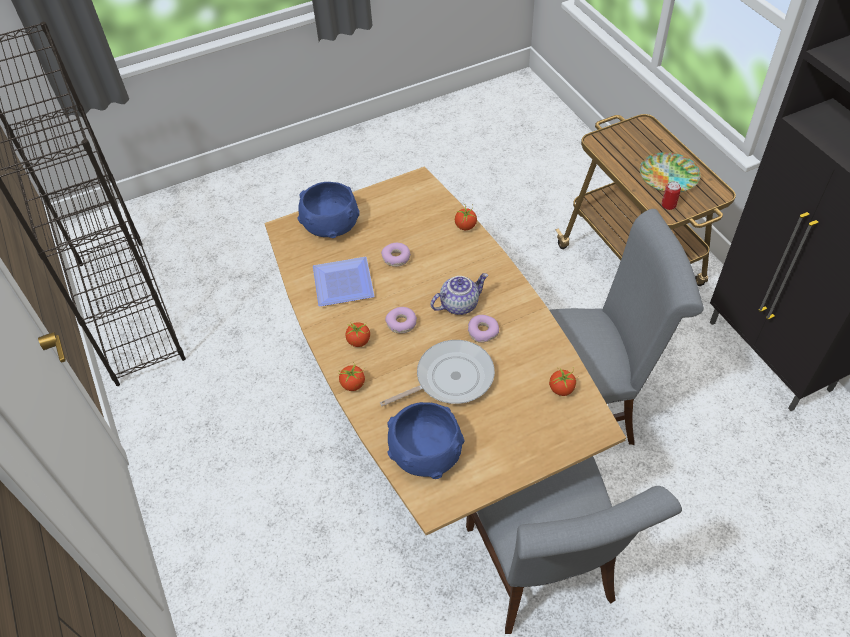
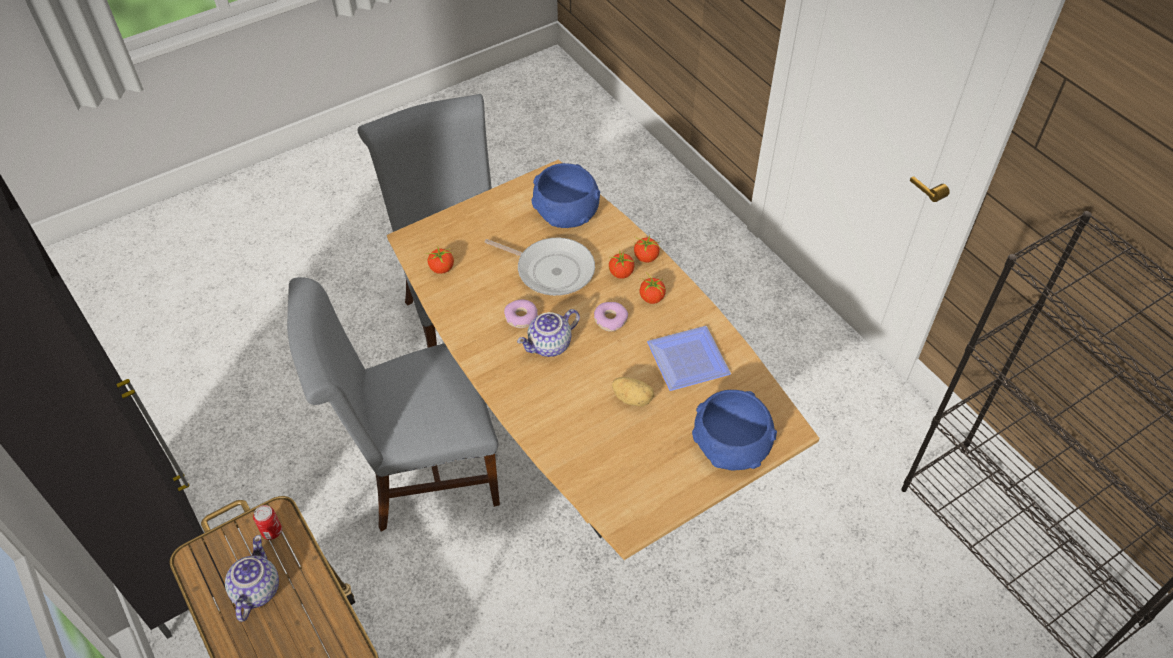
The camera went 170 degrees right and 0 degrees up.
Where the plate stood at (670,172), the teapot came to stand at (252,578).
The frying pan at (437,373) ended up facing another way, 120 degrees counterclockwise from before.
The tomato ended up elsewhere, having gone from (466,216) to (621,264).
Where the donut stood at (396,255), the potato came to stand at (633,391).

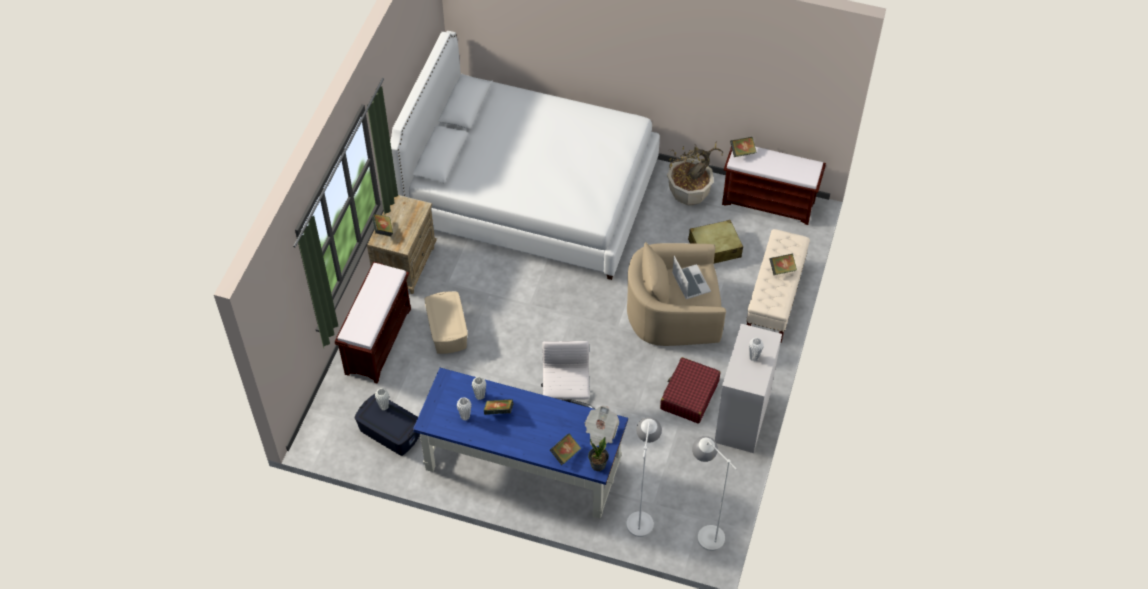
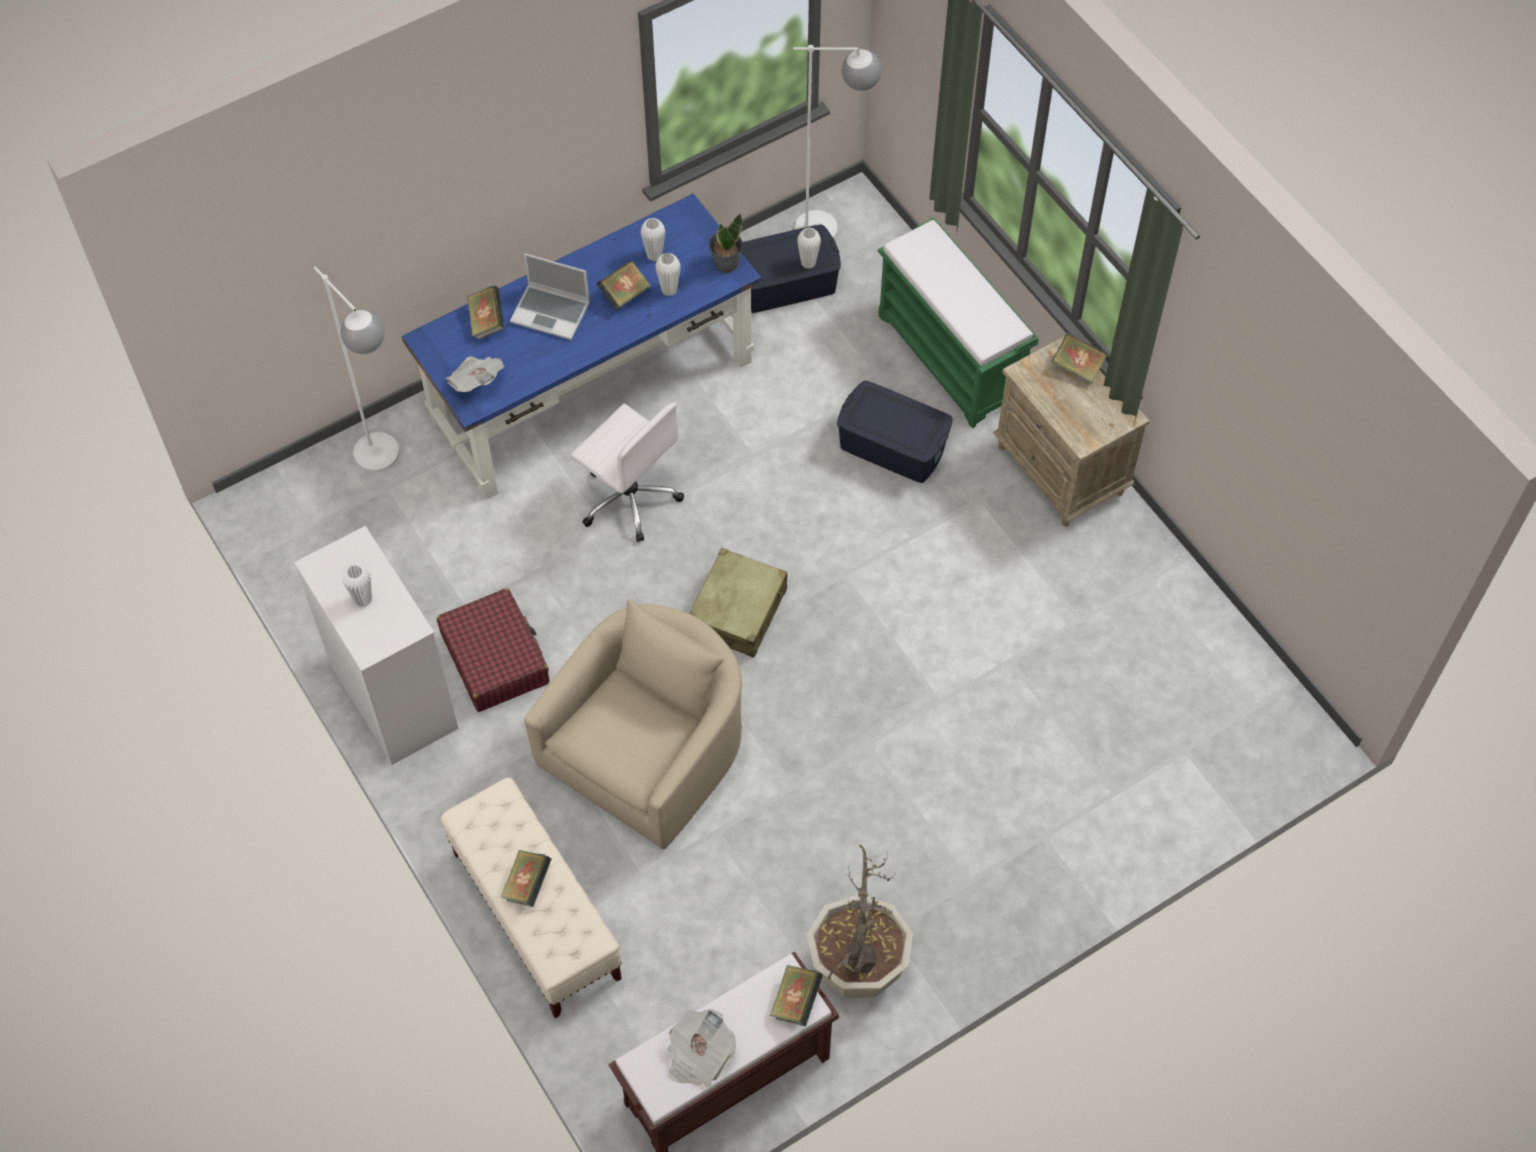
The camera went 130 degrees right and 5 degrees up.
The laptop ended up elsewhere, having gone from (691,277) to (550,296).
The second view gained the newspaper at (701,1048).
The beige suitcase ended up elsewhere, having gone from (715,241) to (738,602).
The potted plant ended up elsewhere, having gone from (598,454) to (726,243).
The white floor lamp ended up elsewhere, having gone from (714,493) to (837,142).
What was the beige storage box at (446,322) turned into the blue storage box at (894,432).
What was the brown bench at (373,322) turned into the green bench at (958,323).
The second view lost the white bed at (525,155).

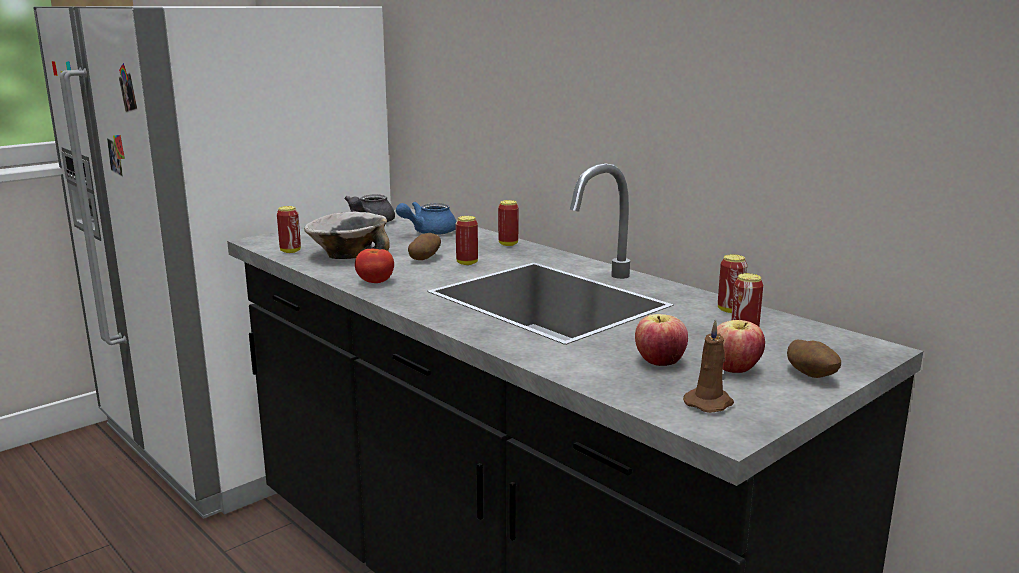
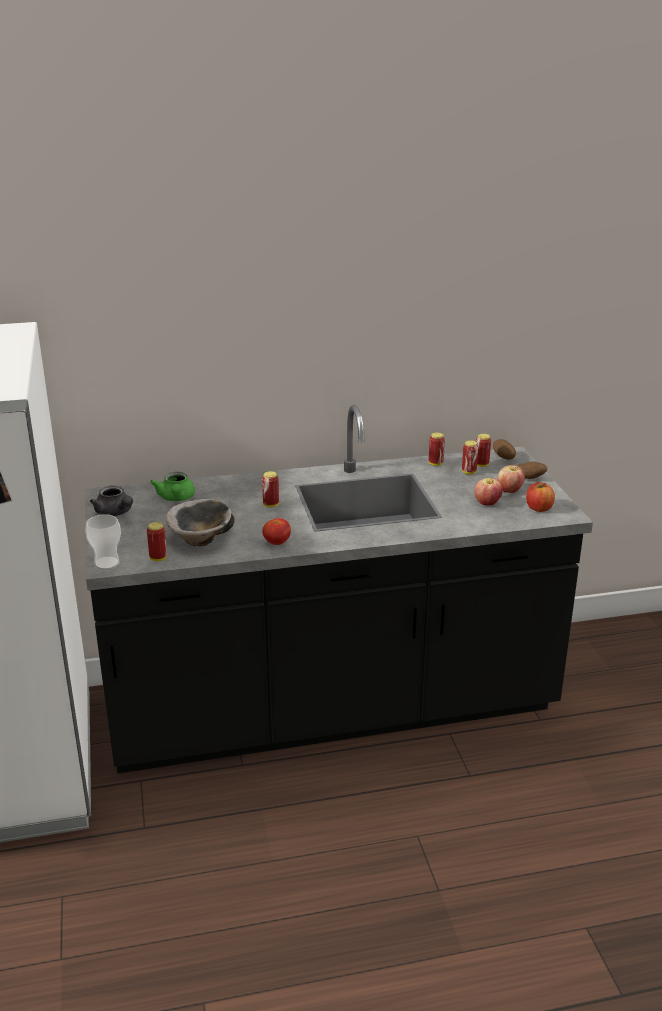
The camera went 60 degrees left and 10 degrees up.
The second view gained the cup at (103,542).
What was the blue teapot at (426,218) turned into the green teapot at (172,486).
The can ended up elsewhere, having gone from (508,223) to (483,450).
The potato ended up elsewhere, having gone from (424,246) to (504,449).
Where the brown candle stood at (708,366), the apple came to stand at (540,497).

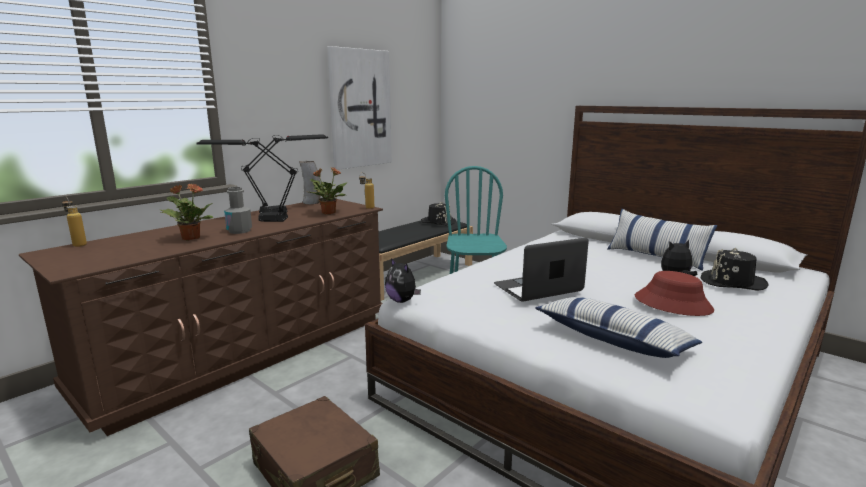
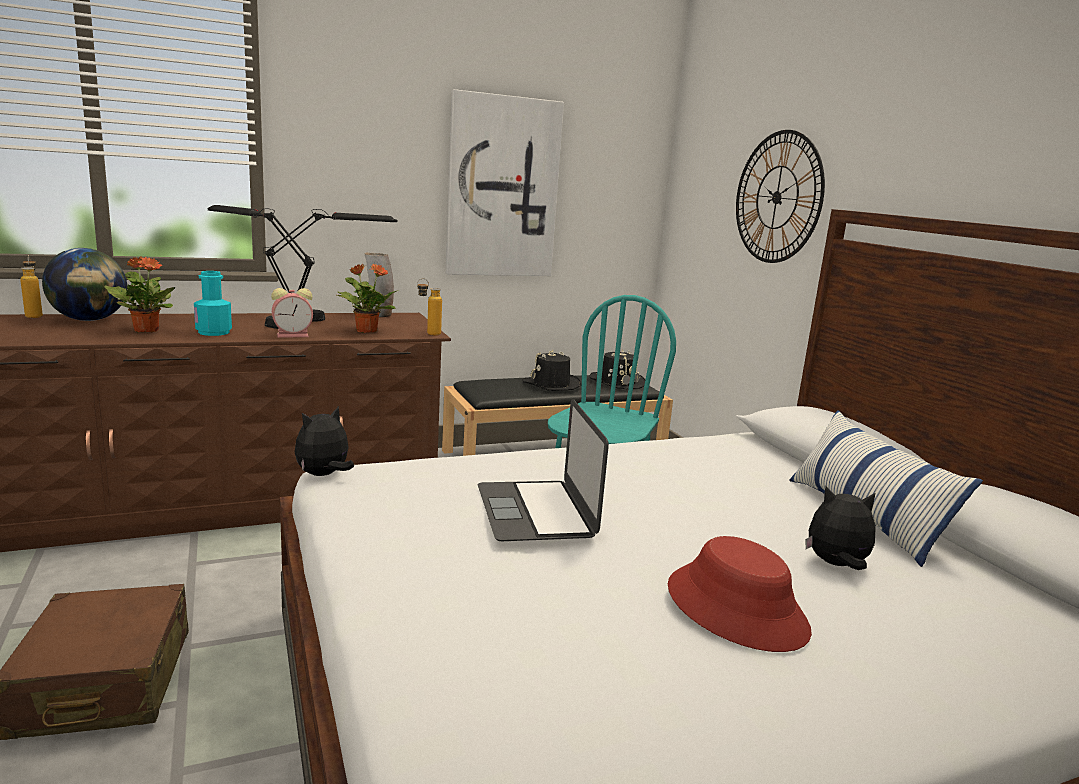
The camera went 25 degrees right and 0 degrees up.
The second view gained the globe at (84,284).
What was the grey bottle at (238,210) turned into the turquoise bottle at (213,303).
The second view gained the alarm clock at (292,313).
The plush toy at (403,280) ended up facing another way, 60 degrees clockwise from before.
The laptop at (541,269) ended up facing another way, 105 degrees counterclockwise from before.
The black hat ended up elsewhere, having gone from (735,269) to (552,370).
The second view gained the wall clock at (780,196).
The second view lost the pillow at (618,327).

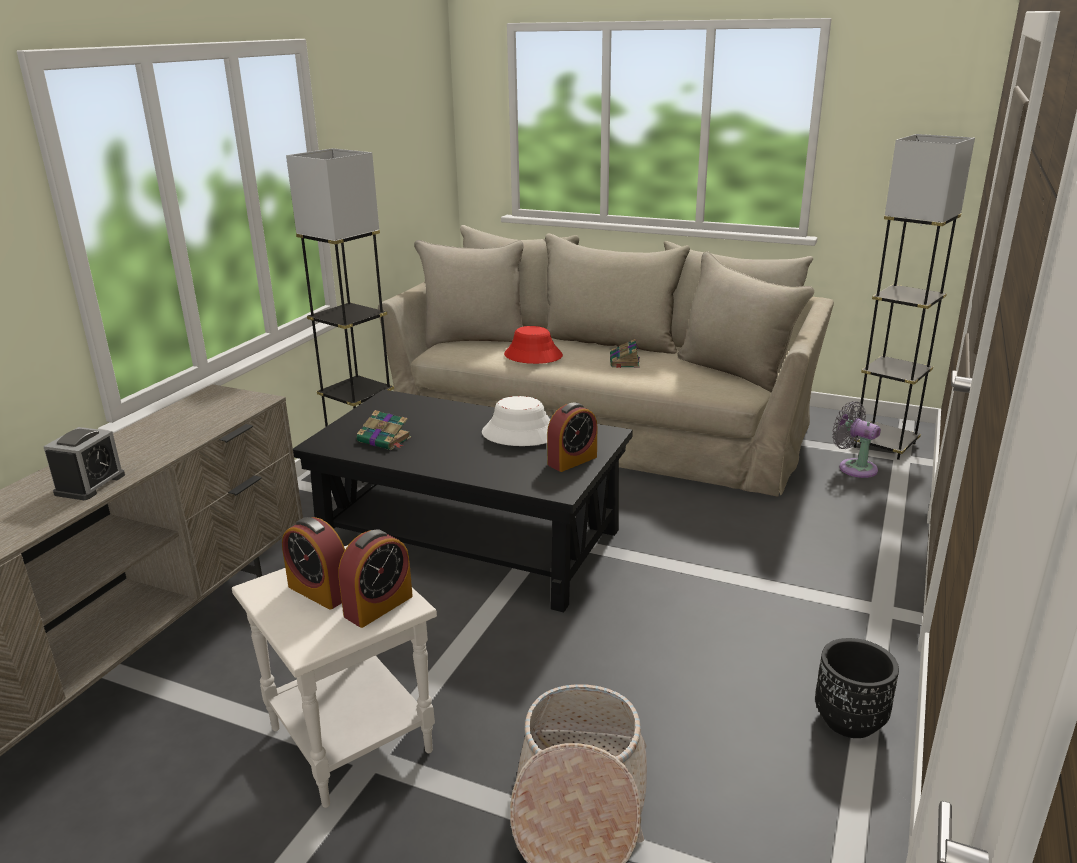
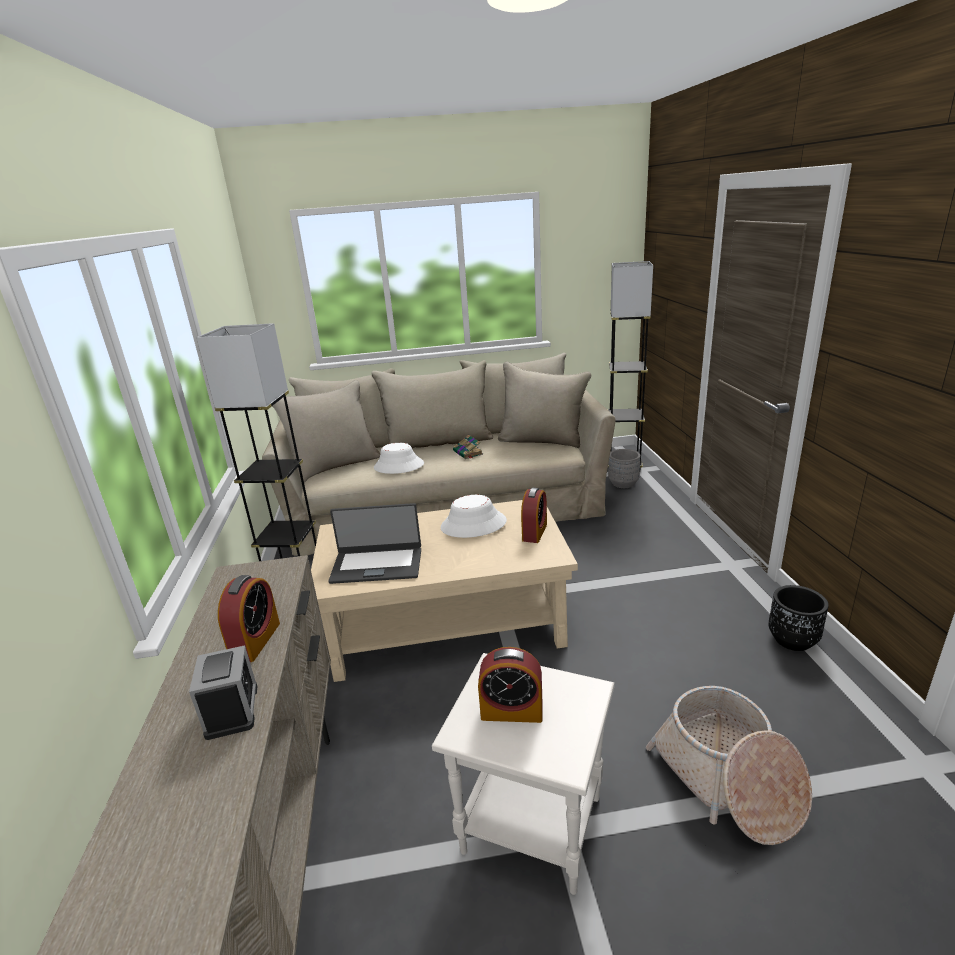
The camera went 30 degrees left and 0 degrees up.
The alarm clock ended up elsewhere, having gone from (375,578) to (249,618).
What was the black coffee table at (463,501) turned into the beige coffee table at (444,591).
Where the book stood at (384,430), the laptop came to stand at (374,543).
What was the red hat at (533,345) turned into the white hat at (399,458).
Where the grey fan stood at (856,439), the grey planter came to stand at (624,468).

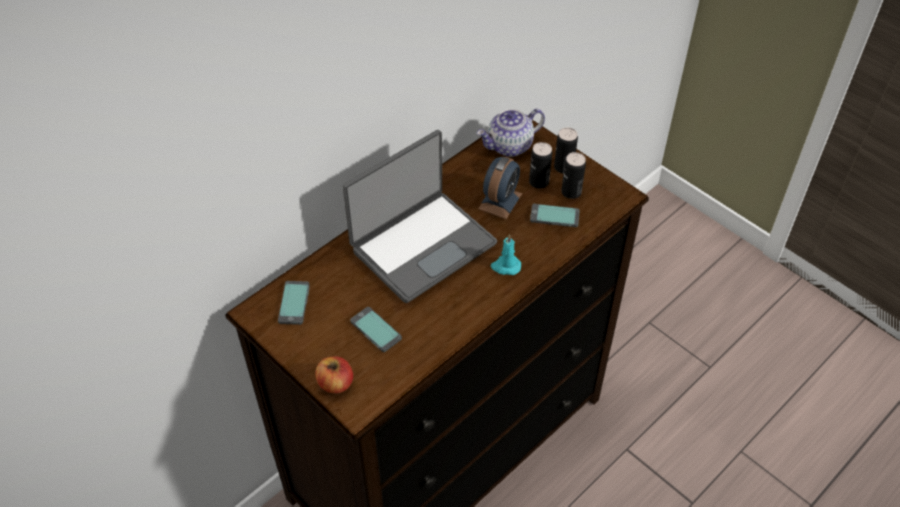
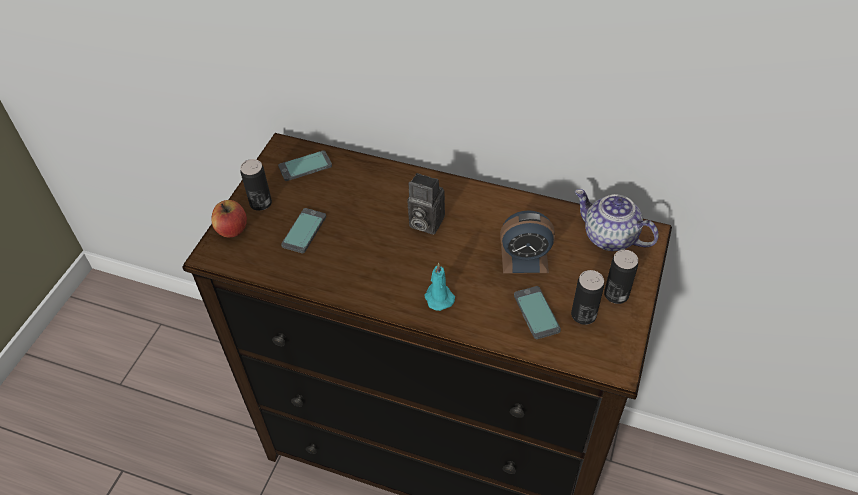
The camera went 65 degrees right and 0 degrees up.
The can ended up elsewhere, having gone from (540,165) to (256,185).
Where the laptop stood at (420,216), the photo camera came to stand at (426,204).

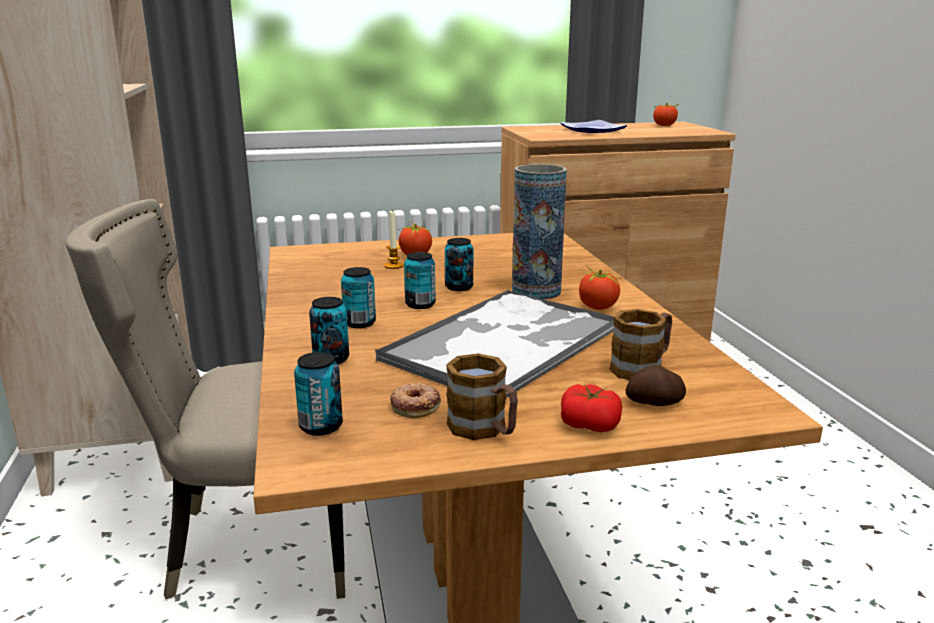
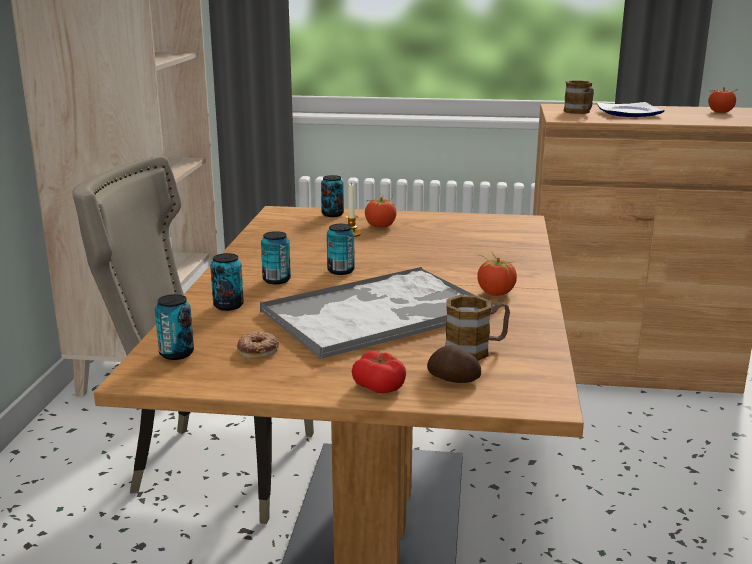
The camera went 20 degrees right and 0 degrees up.
The can ended up elsewhere, having gone from (459,264) to (332,196).
The mug ended up elsewhere, having gone from (482,396) to (579,97).
The second view lost the vase at (539,231).

